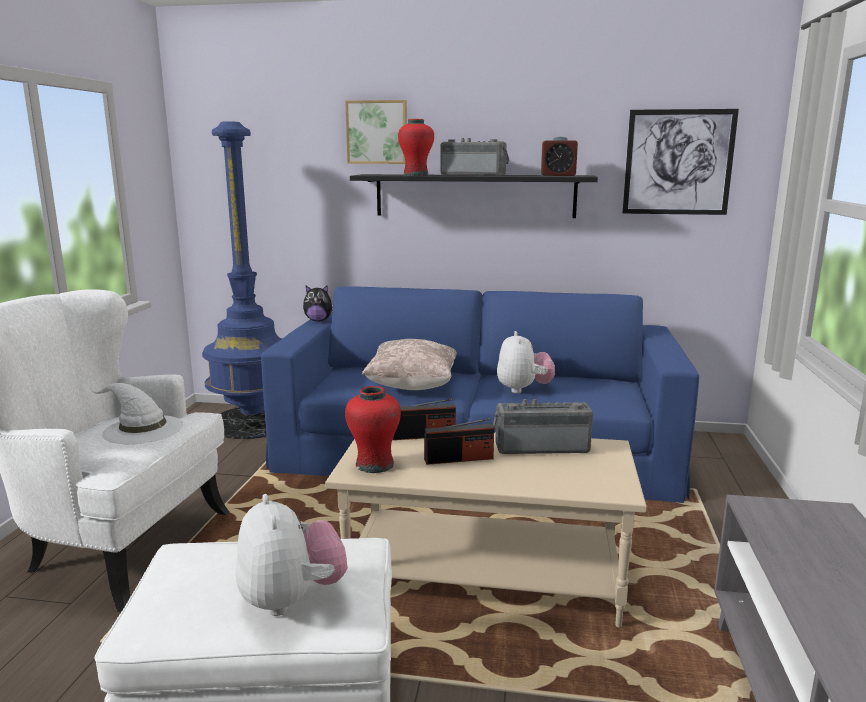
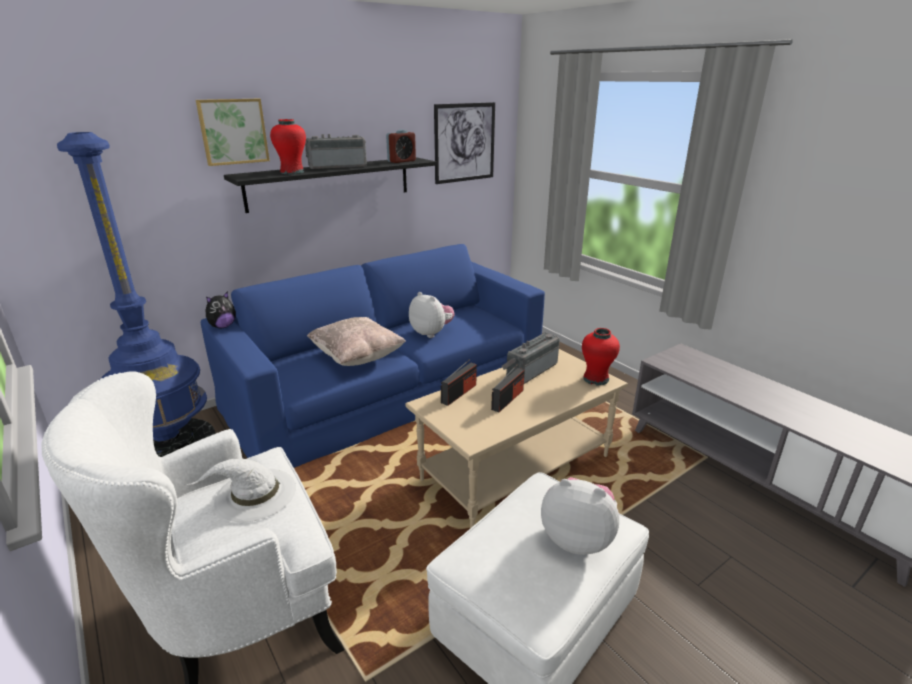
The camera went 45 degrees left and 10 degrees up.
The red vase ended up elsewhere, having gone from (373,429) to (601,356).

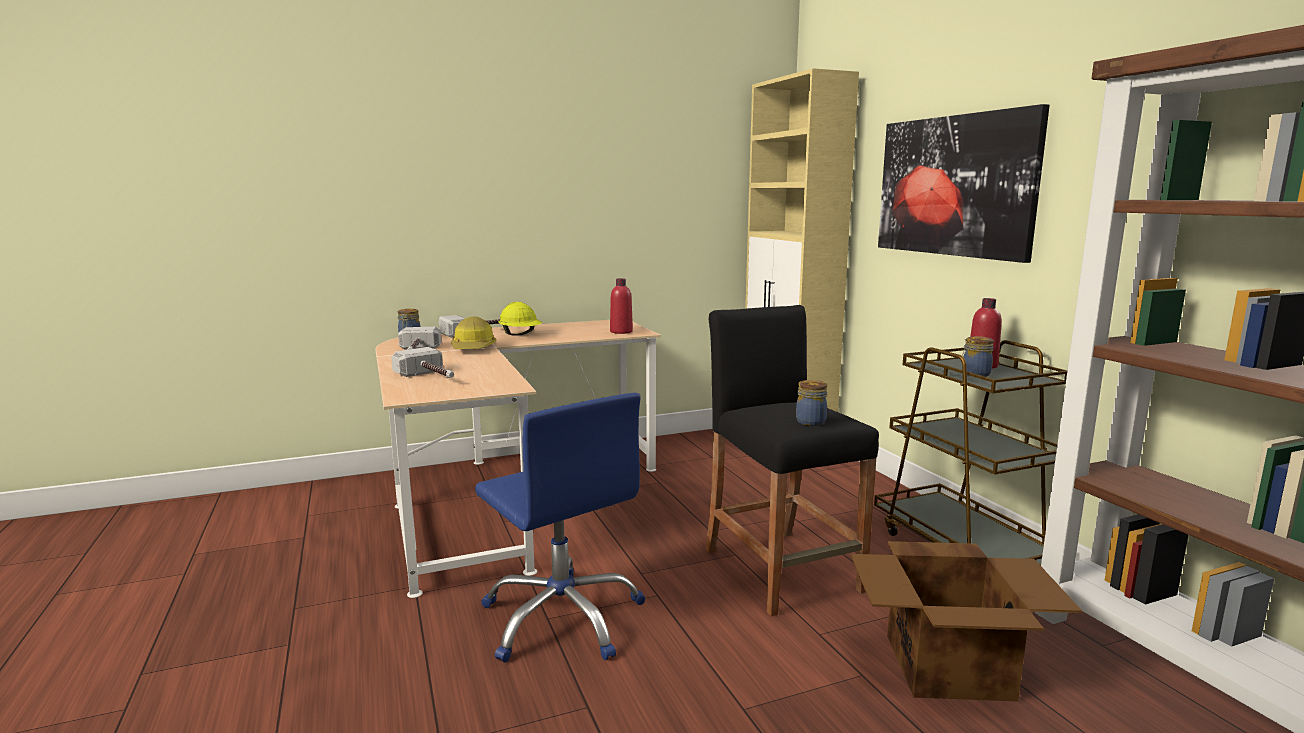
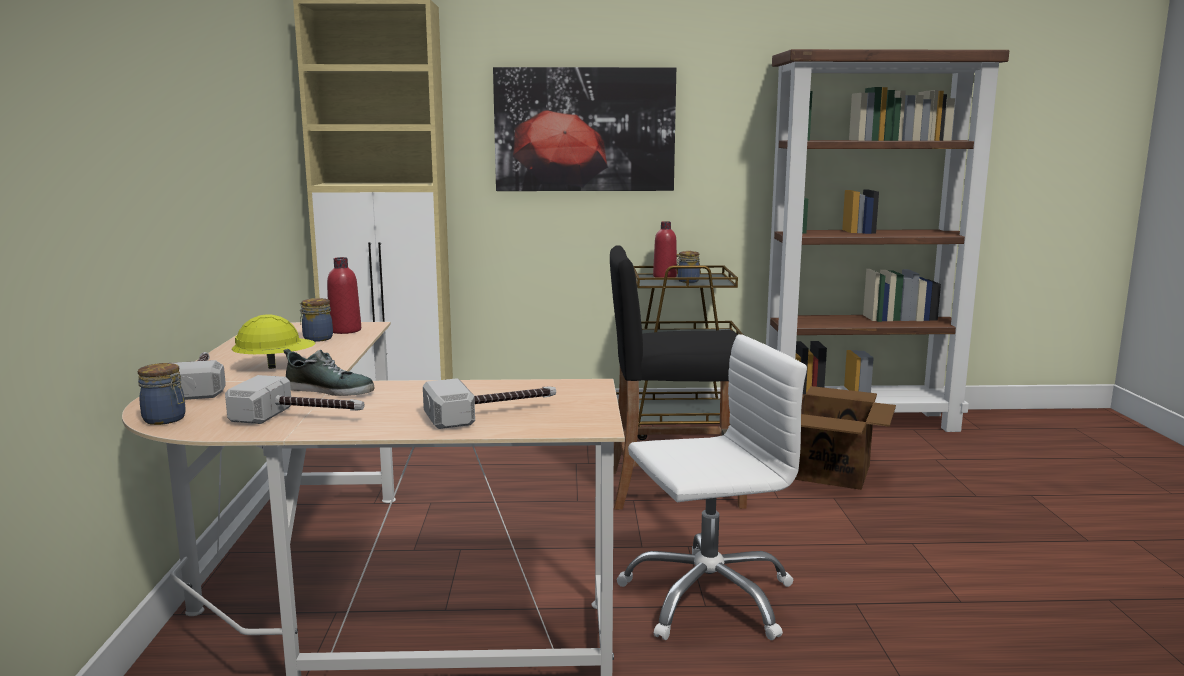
The camera went 70 degrees left and 0 degrees up.
Where the hard hat stood at (473,332), the shoe came to stand at (329,372).
The jar ended up elsewhere, having gone from (811,403) to (316,320).
What was the blue office chair at (560,528) turned into the white office chair at (712,487).

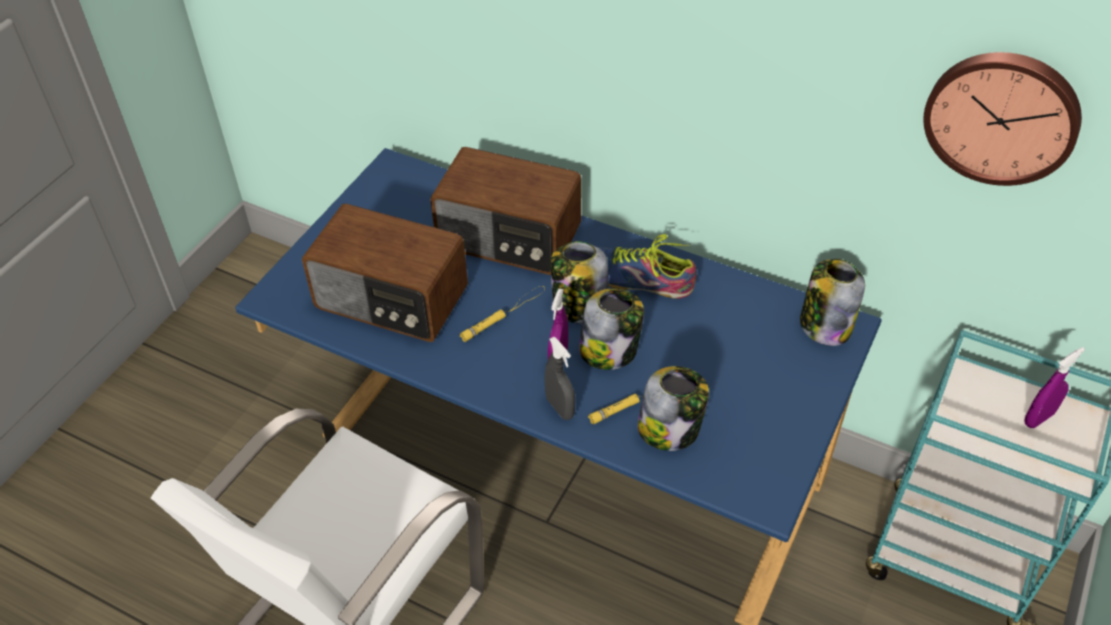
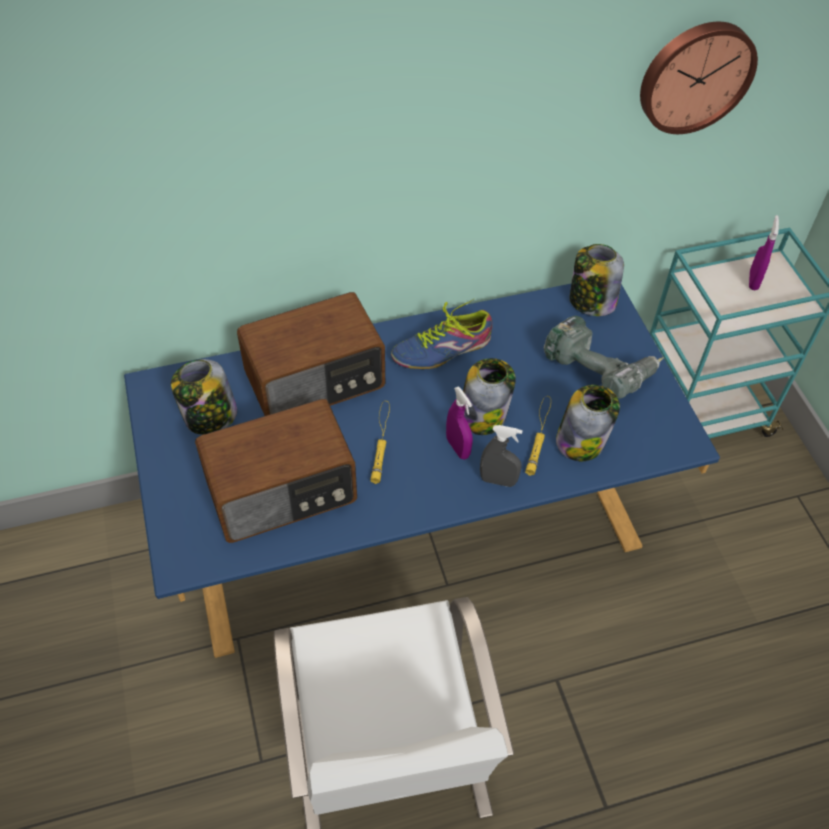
The camera went 45 degrees left and 5 degrees up.
The jar ended up elsewhere, having gone from (579,282) to (204,397).
The second view gained the power drill at (604,357).

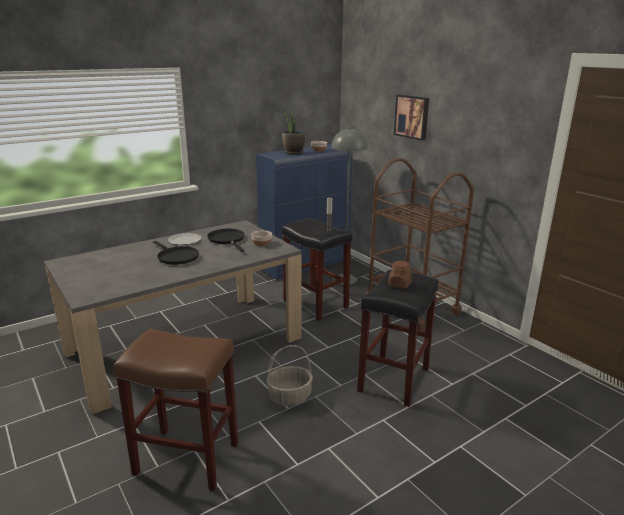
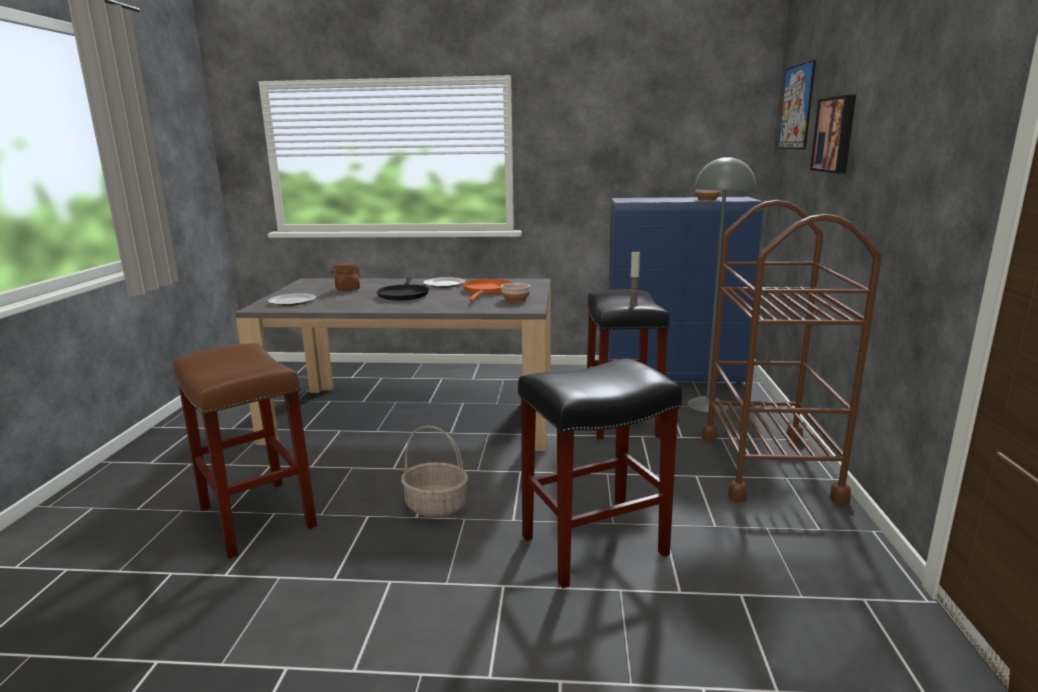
The camera went 40 degrees right and 5 degrees down.
The second view gained the plate at (292,299).
The brown jar ended up elsewhere, having gone from (400,274) to (346,277).
What was the black frying pan at (226,240) turned into the orange frying pan at (487,290).
The second view gained the picture at (797,105).
The second view lost the potted plant at (293,132).

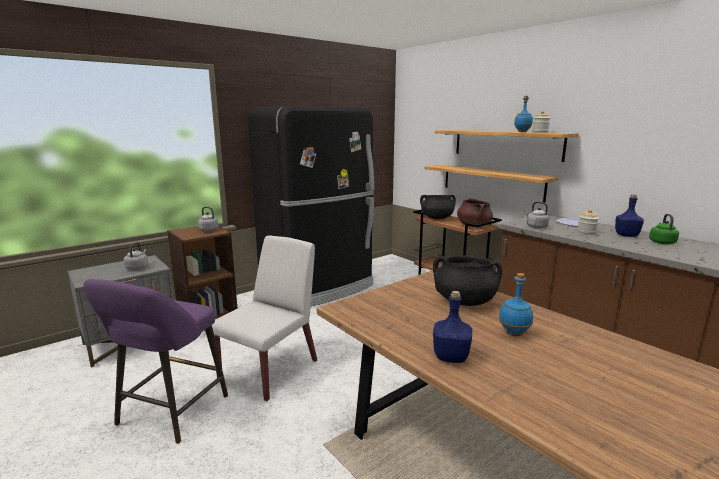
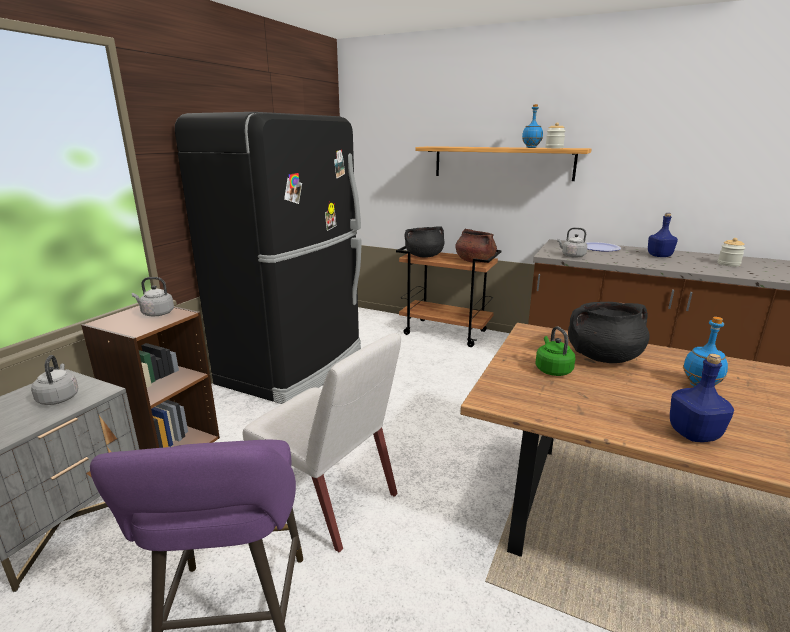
The camera went 25 degrees left and 5 degrees up.
The white chair at (264,318) ended up facing another way, 120 degrees clockwise from before.
The green kettle ended up elsewhere, having gone from (664,229) to (555,351).
The jar ended up elsewhere, having gone from (588,222) to (731,252).
The second view lost the shelf at (491,184).

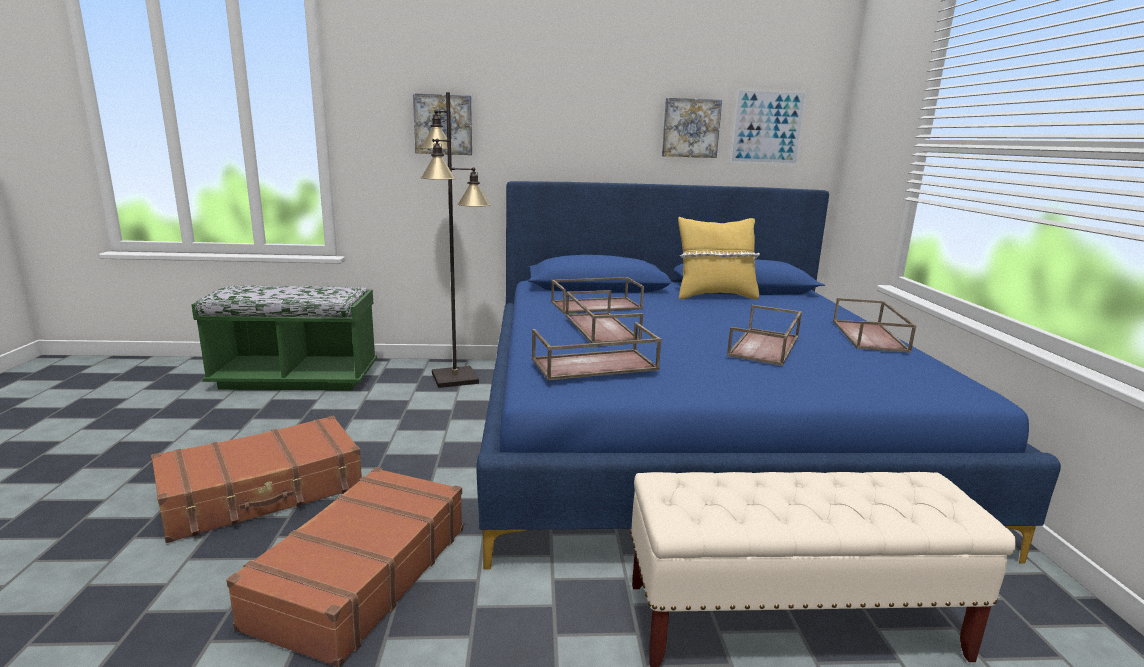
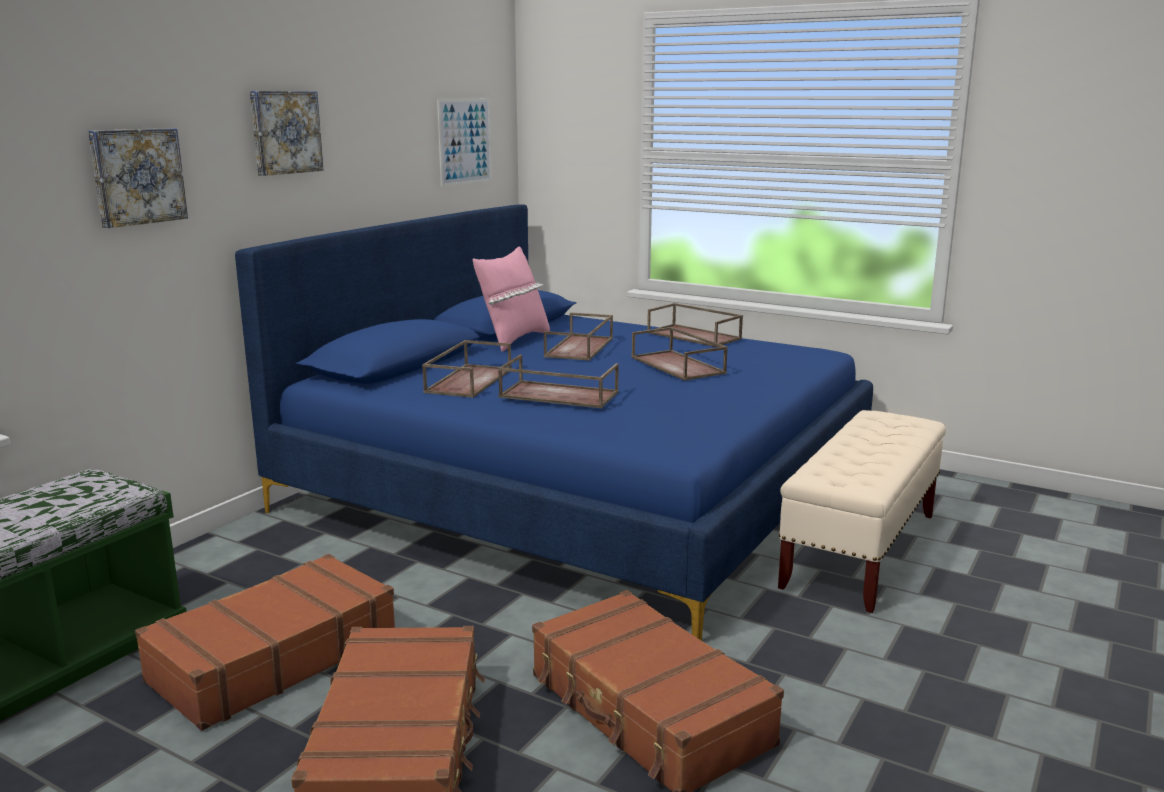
The camera went 55 degrees left and 0 degrees up.
The second view gained the brown suitcase at (265,642).
The picture ended up elsewhere, having gone from (692,128) to (286,133).
What was the yellow pillow at (719,258) turned into the pink pillow at (511,299).
The brown tray ended up elsewhere, having gone from (596,351) to (578,336).
The second view lost the black floor lamp at (455,240).

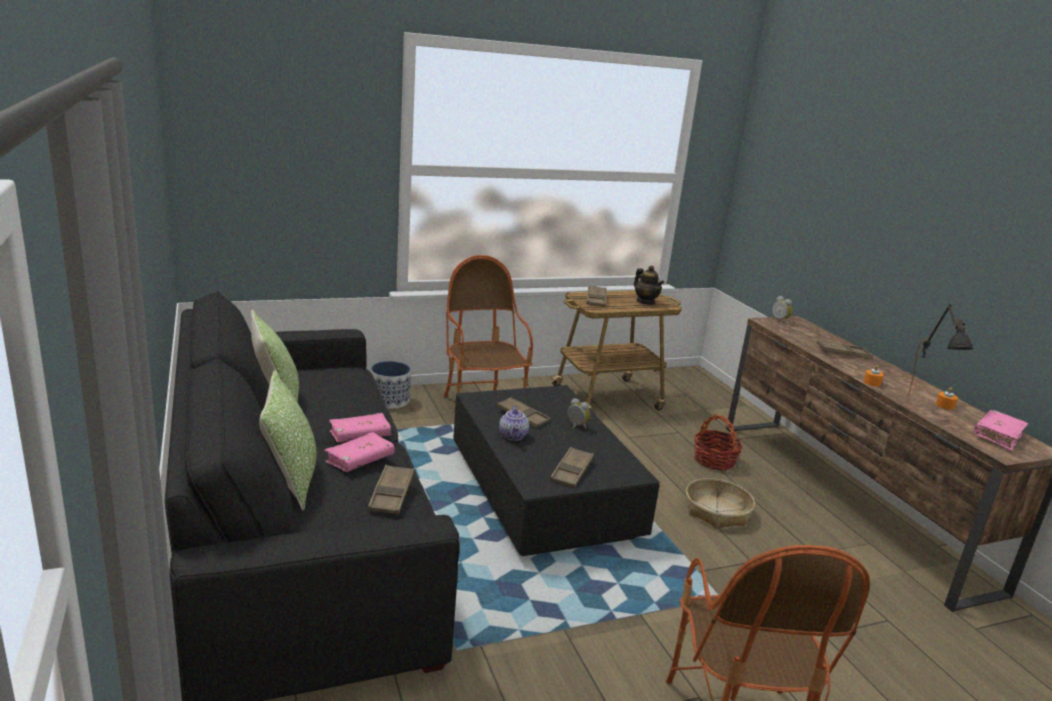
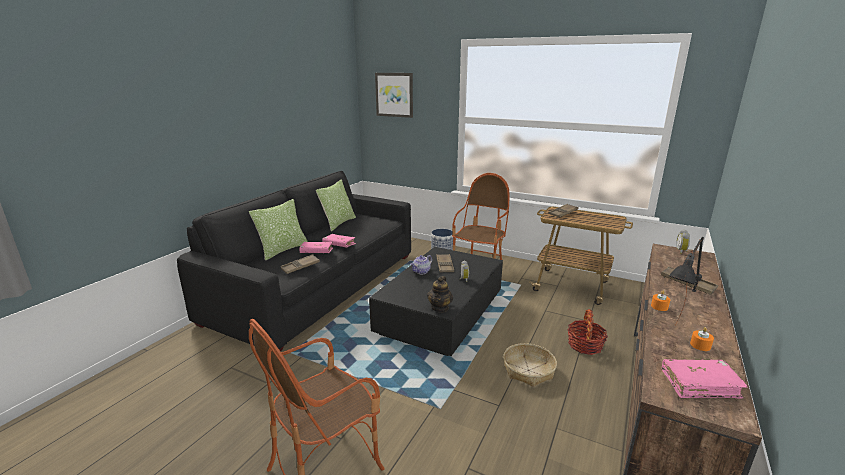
The camera went 50 degrees right and 0 degrees up.
The second view gained the picture at (394,95).
The teapot ended up elsewhere, having gone from (649,285) to (440,294).
The second view lost the brown tray at (572,467).

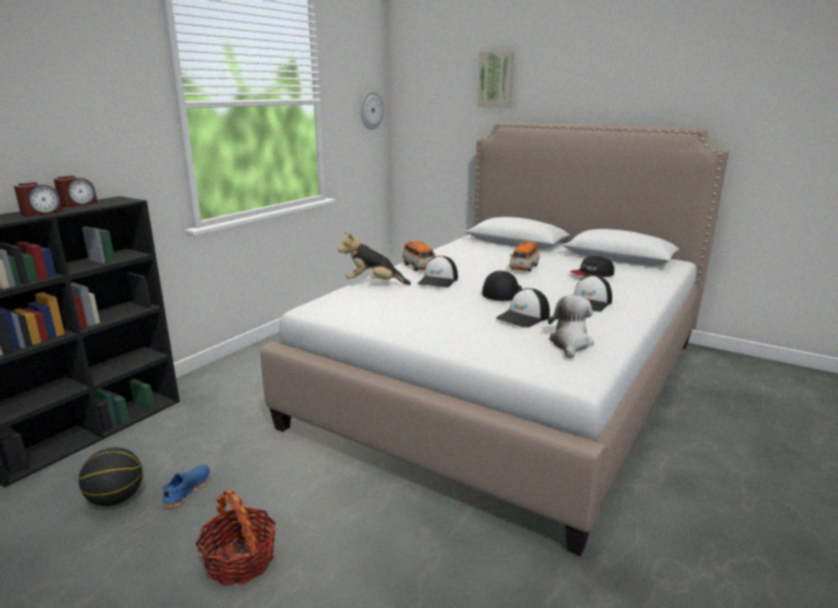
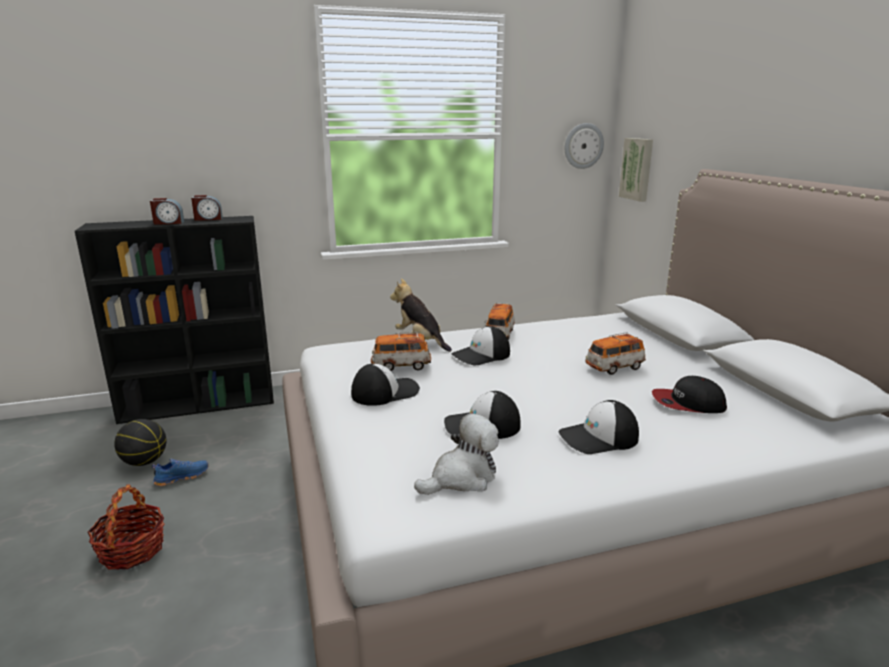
The camera went 40 degrees right and 0 degrees up.
The cap ended up elsewhere, having gone from (502,285) to (385,385).
The second view gained the toy car at (401,351).
The picture ended up elsewhere, having gone from (495,79) to (636,170).

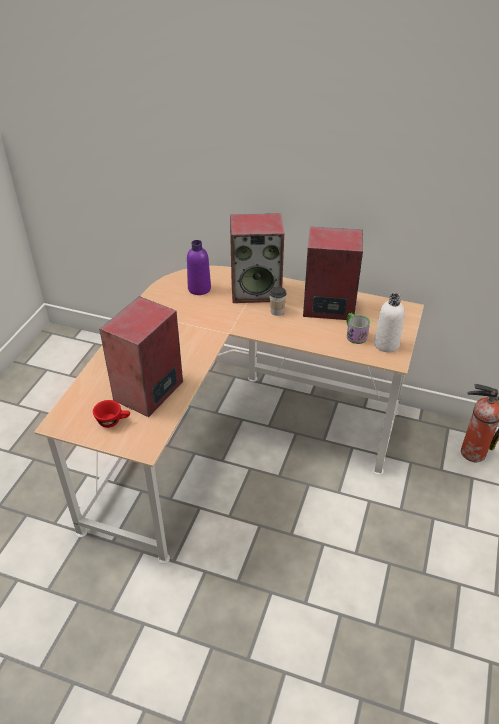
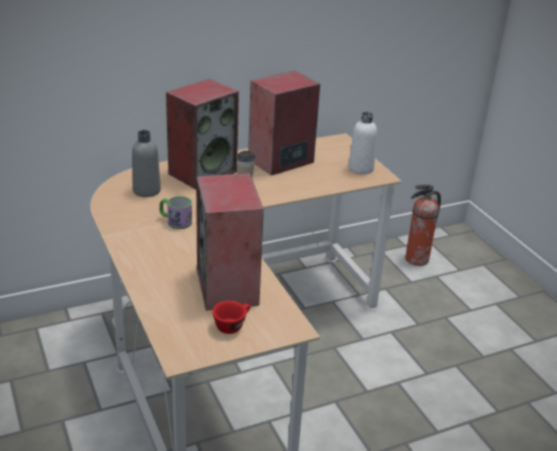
The camera went 45 degrees left and 10 degrees down.
What was the purple bottle at (199,267) turned into the grey bottle at (146,163).
The mug ended up elsewhere, having gone from (358,328) to (175,212).

